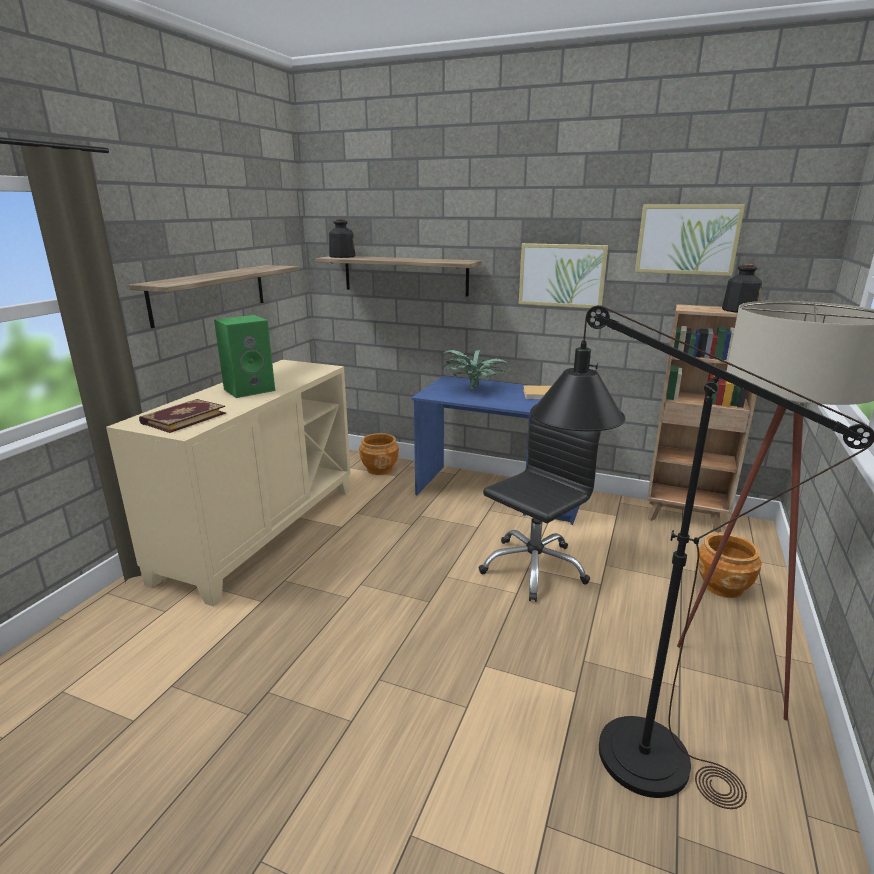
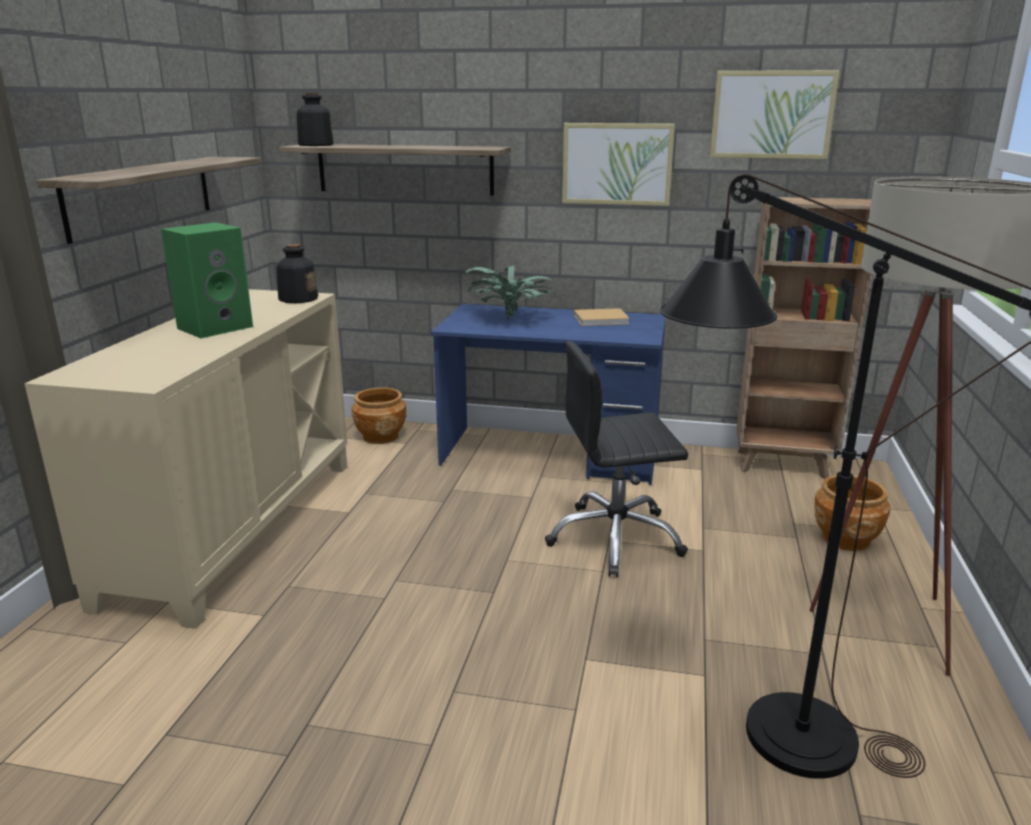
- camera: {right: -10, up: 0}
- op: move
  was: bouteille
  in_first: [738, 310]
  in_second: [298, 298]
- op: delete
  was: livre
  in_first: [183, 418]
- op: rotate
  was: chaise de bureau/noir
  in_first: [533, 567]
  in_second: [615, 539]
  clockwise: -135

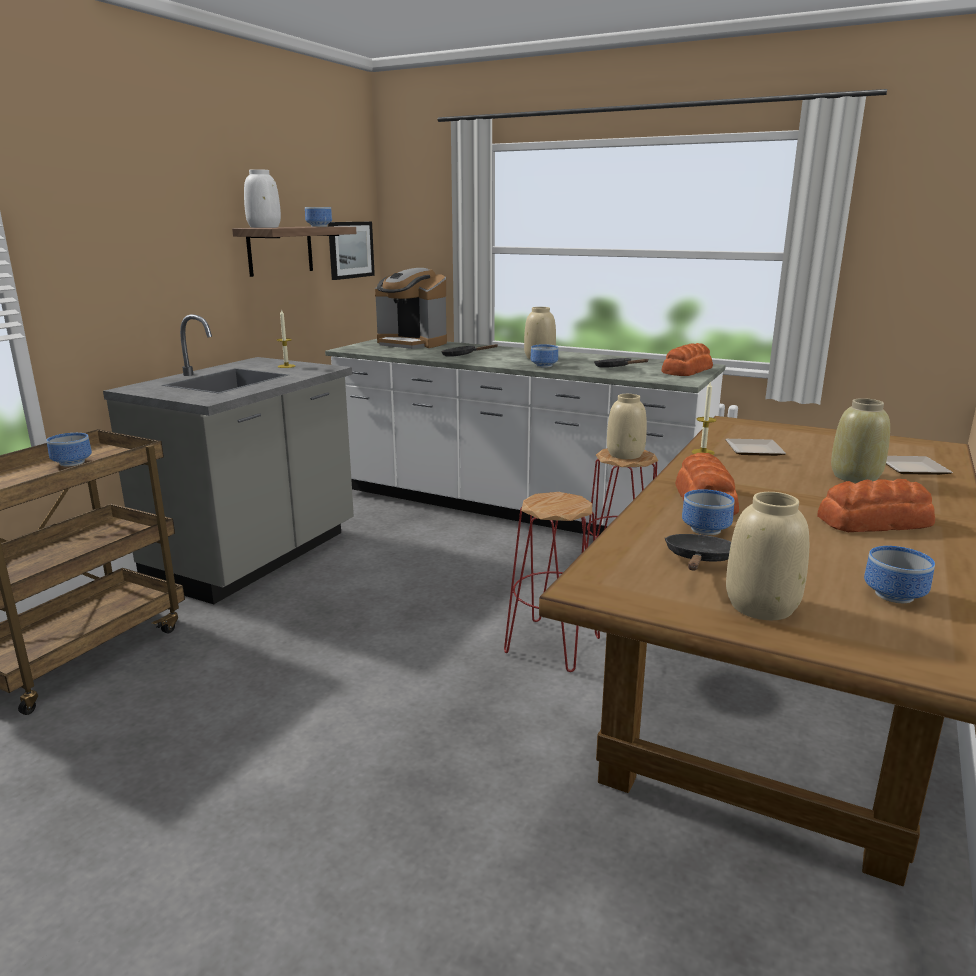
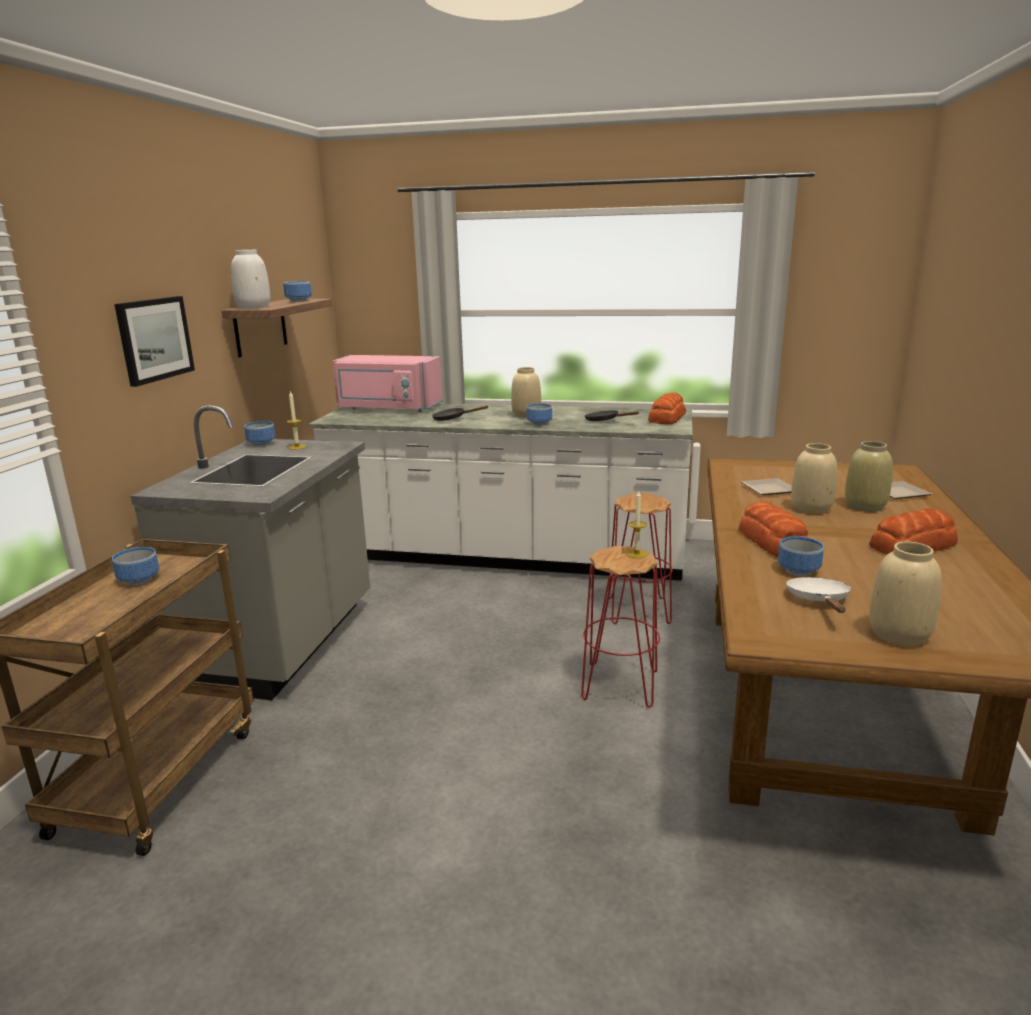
- camera: {right: -15, up: 0}
- op: move
  was: tableau
  in_first: [350, 250]
  in_second: [154, 339]
- op: replace
  was: machine à café
  now: micro-ondes/rose
  in_first: [412, 343]
  in_second: [388, 408]
- op: move
  was: bougie
  in_first: [703, 452]
  in_second: [636, 554]
- op: move
  was: vase/beige
  in_first: [625, 455]
  in_second: [810, 508]
- op: recolor
  was: poêle/noir
  now: poêle/blanc
  in_first: [699, 560]
  in_second: [819, 600]
- op: move
  was: bol
  in_first: [893, 596]
  in_second: [260, 444]

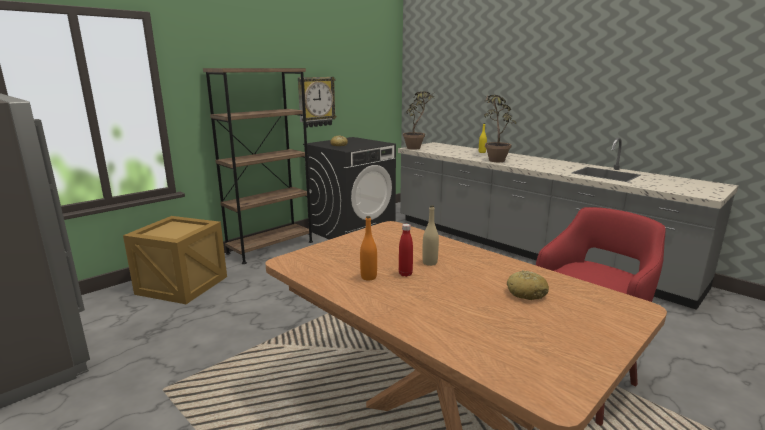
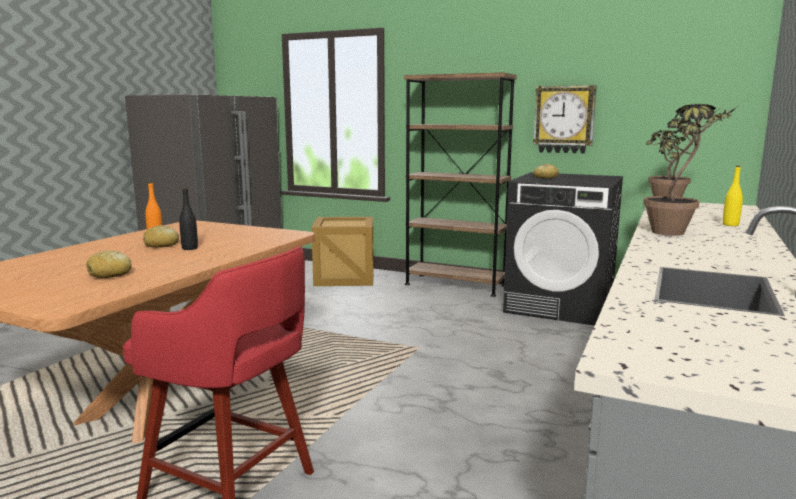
- camera: {right: 70, up: -5}
- op: recolor
  was: bouteille/beige
  now: bouteille/noir
  in_first: [429, 263]
  in_second: [189, 248]
- op: replace
  was: bouteille/rouge
  now: pain
  in_first: [405, 274]
  in_second: [161, 245]

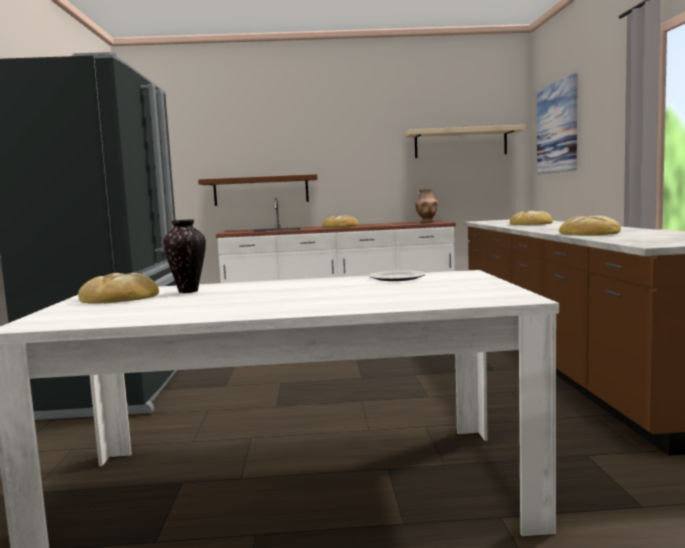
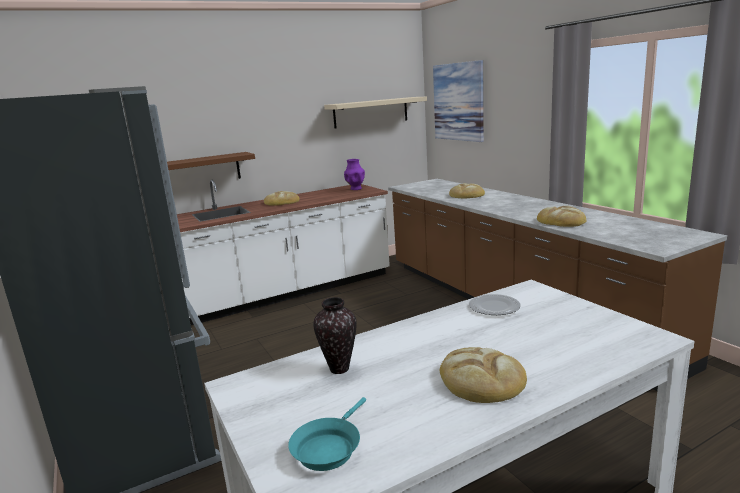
- camera: {right: -25, up: 10}
- op: recolor
  was: vase/marron
  now: vase/violet
  in_first: [427, 222]
  in_second: [355, 189]
- op: move
  was: pain
  in_first: [120, 297]
  in_second: [481, 380]
- op: insert
  now: poêle/turquoise
  in_second: [328, 447]

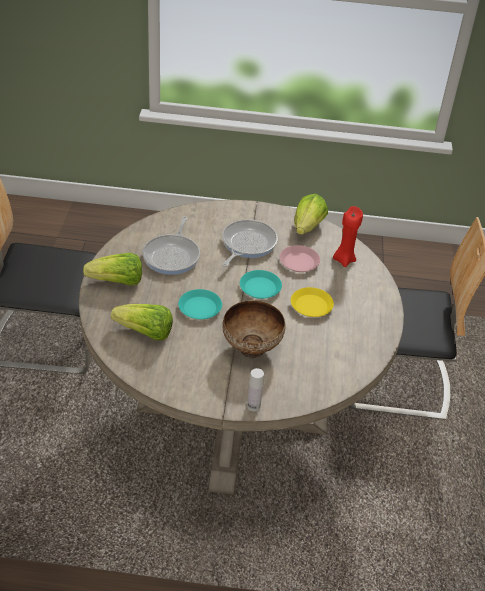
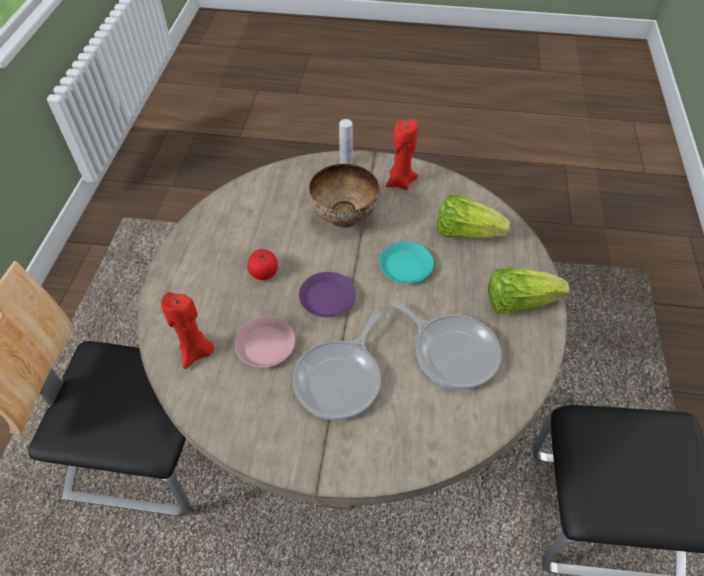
- camera: {right: -175, up: 10}
- op: delete
  was: laitue
  in_first: [308, 227]
- op: rotate
  was: poêle
  in_first: [172, 255]
  in_second: [452, 351]
  clockwise: 120
- op: recolor
  was: assiette/turquoise
  now: assiette/violet
  in_first: [260, 288]
  in_second: [327, 298]
- op: replace
  was: assiette/jaune
  now: tomate
  in_first: [311, 306]
  in_second: [264, 272]
- op: insert
  now: bougie/rouge
  in_second: [400, 182]

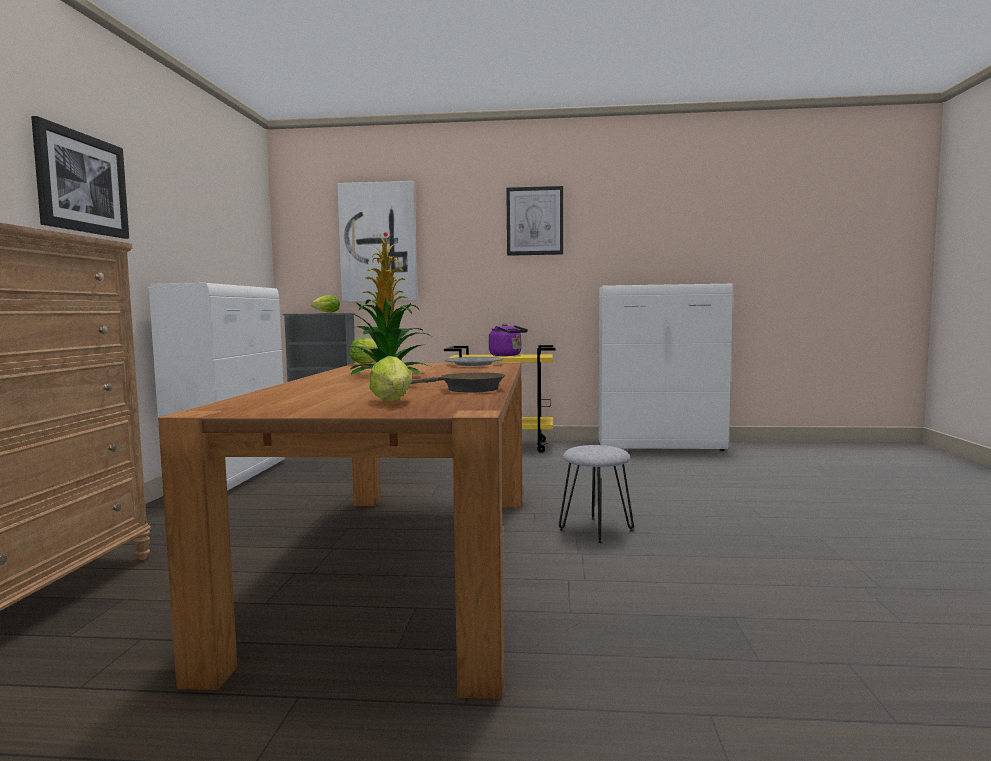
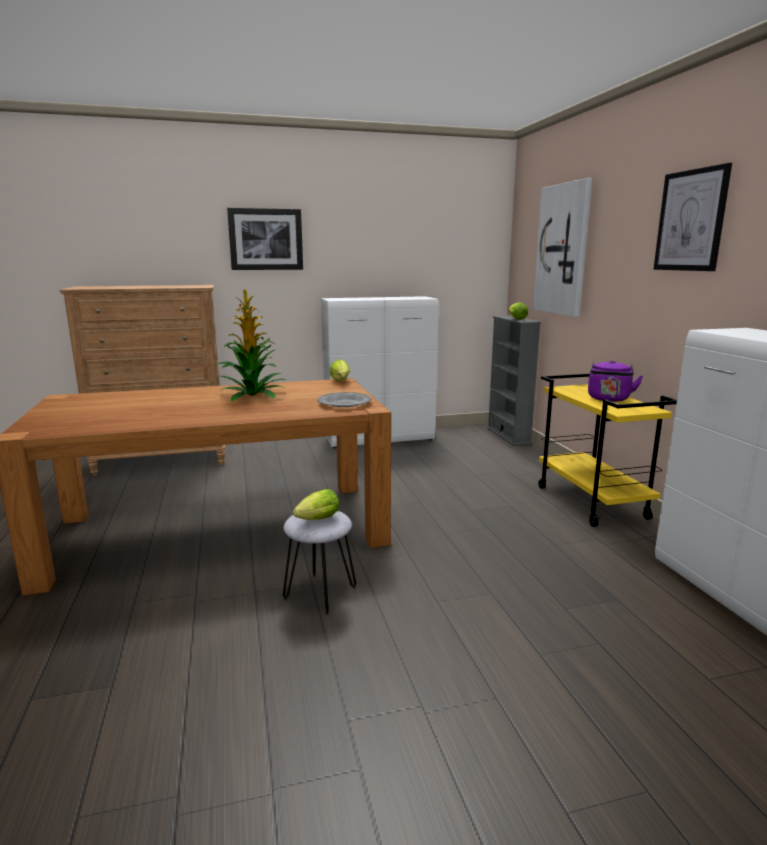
- camera: {right: 70, up: 10}
- op: move
  was: laitue
  in_first: [393, 402]
  in_second: [316, 520]
- op: delete
  was: poêle/marron
  in_first: [467, 389]

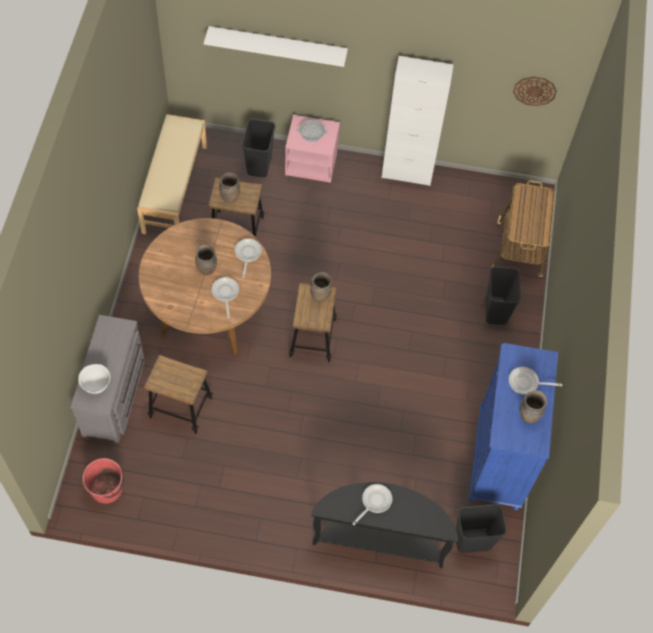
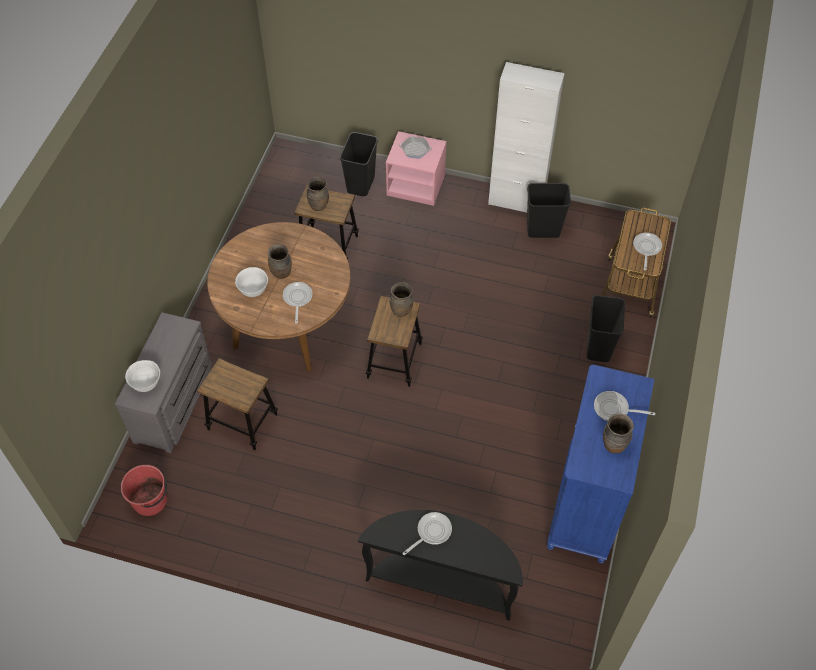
- camera: {right: 10, up: -5}
- op: delete
  was: étagère/blanc
  in_first: [278, 45]
- op: delete
  was: horloge murale
  in_first: [534, 90]
- op: delete
  was: banc/beige
  in_first: [174, 189]
- op: move
  was: poêle
  in_first: [247, 254]
  in_second: [646, 248]
- op: move
  was: poubelle/noir
  in_first: [473, 540]
  in_second: [543, 230]
- op: insert
  now: bol/blanc
  in_second: [253, 290]

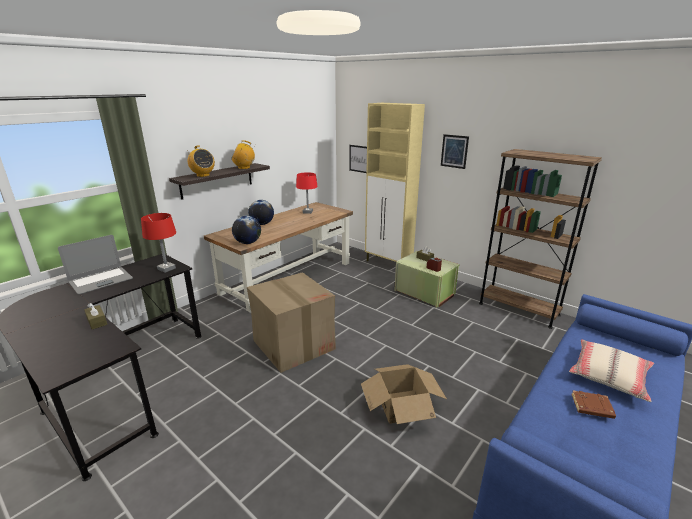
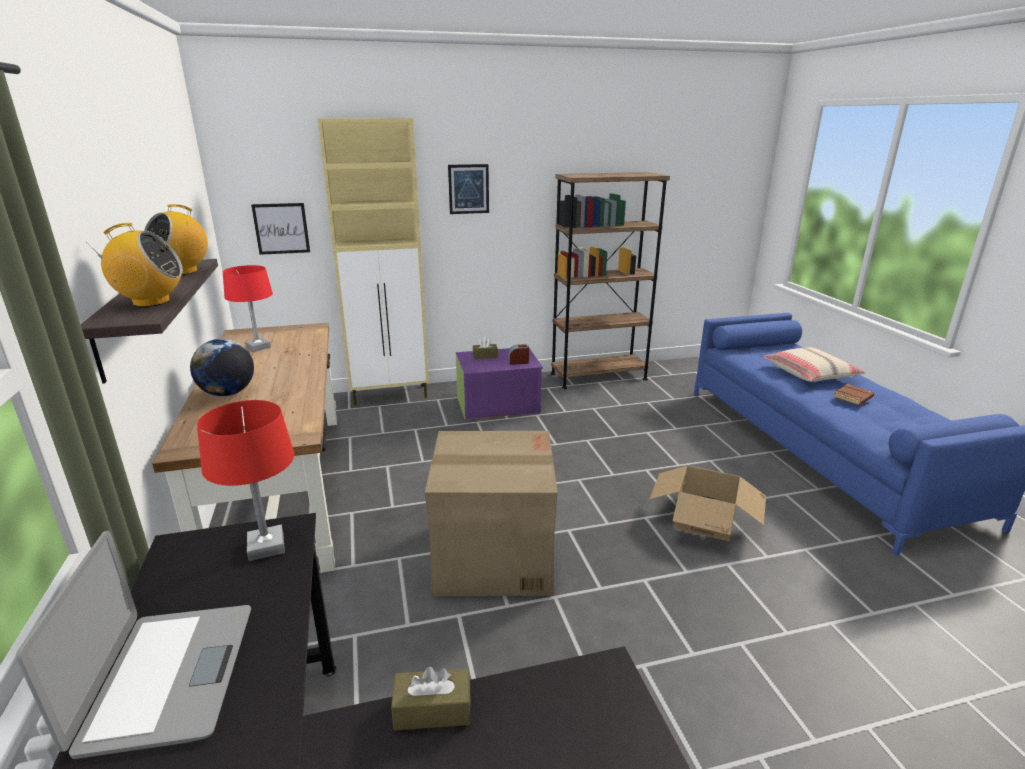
- camera: {right: -55, up: 0}
- op: delete
  was: globe
  in_first: [247, 243]
- op: recolor
  was: boîte de rangement/vert
  now: boîte de rangement/violet
  in_first: [424, 293]
  in_second: [498, 406]

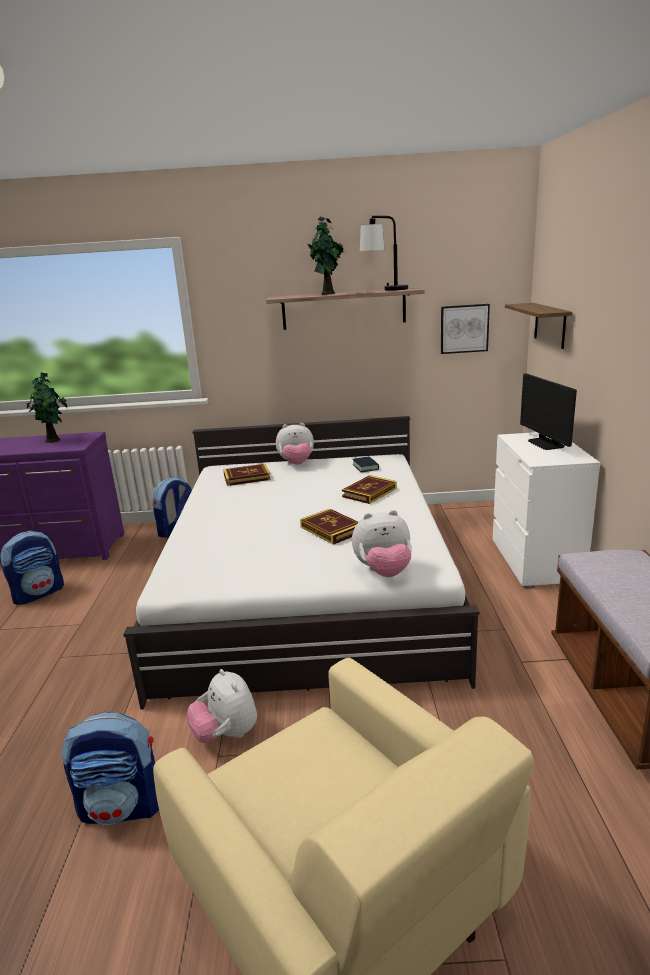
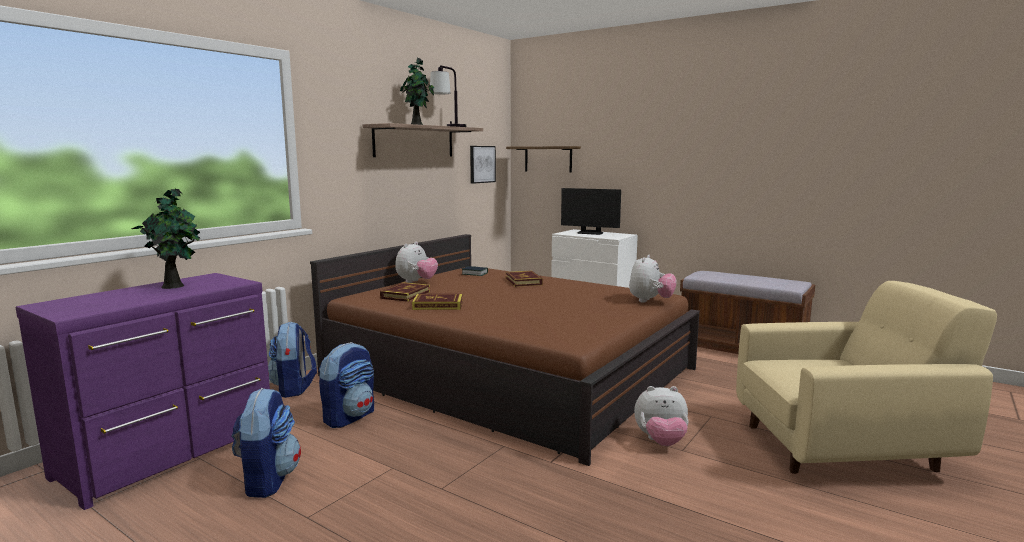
- camera: {right: -55, up: -10}
- op: recolor
  was: lit/blanc
  now: lit/marron
  in_first: [308, 586]
  in_second: [509, 372]
- op: move
  was: livre
  in_first: [331, 529]
  in_second: [438, 305]
- op: move
  was: sac à dos
  in_first: [123, 806]
  in_second: [349, 417]

